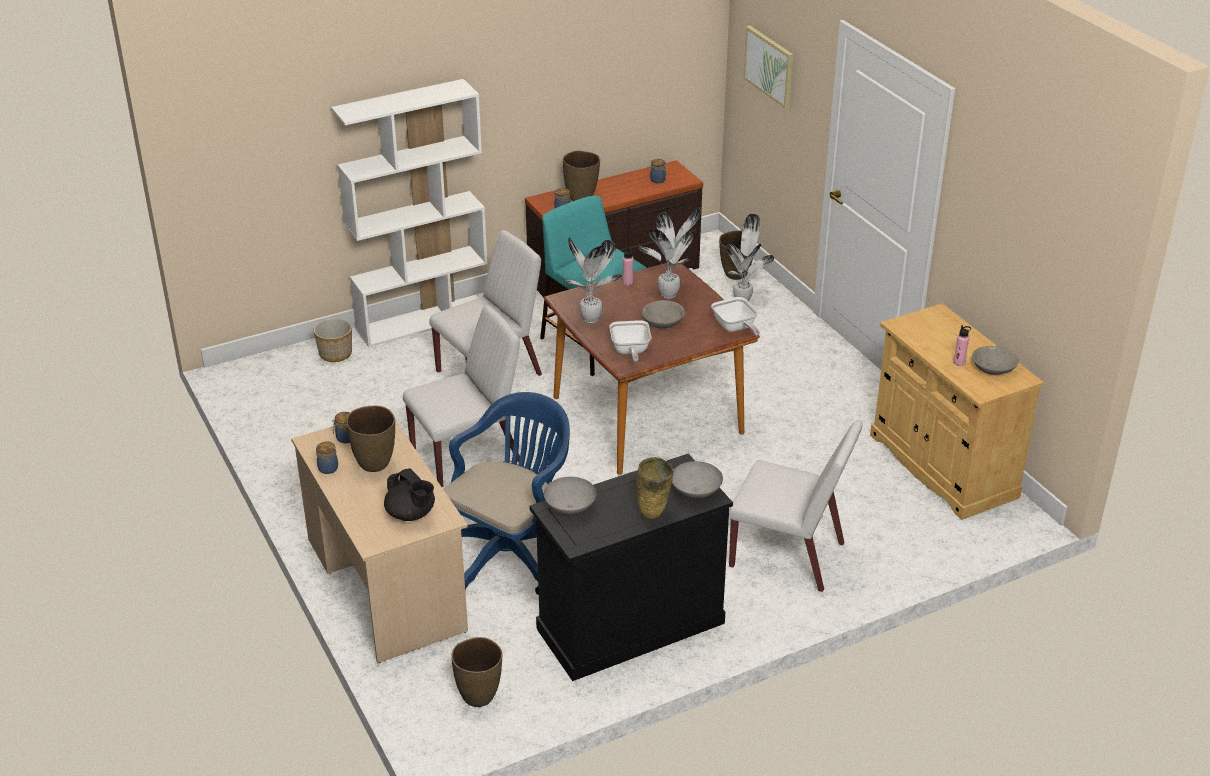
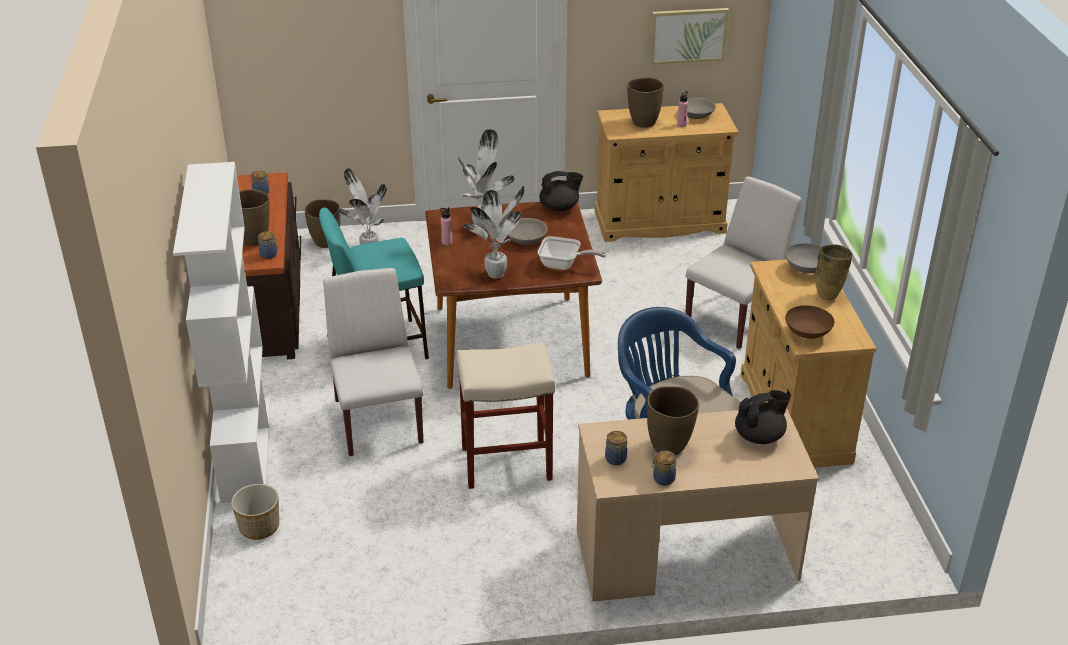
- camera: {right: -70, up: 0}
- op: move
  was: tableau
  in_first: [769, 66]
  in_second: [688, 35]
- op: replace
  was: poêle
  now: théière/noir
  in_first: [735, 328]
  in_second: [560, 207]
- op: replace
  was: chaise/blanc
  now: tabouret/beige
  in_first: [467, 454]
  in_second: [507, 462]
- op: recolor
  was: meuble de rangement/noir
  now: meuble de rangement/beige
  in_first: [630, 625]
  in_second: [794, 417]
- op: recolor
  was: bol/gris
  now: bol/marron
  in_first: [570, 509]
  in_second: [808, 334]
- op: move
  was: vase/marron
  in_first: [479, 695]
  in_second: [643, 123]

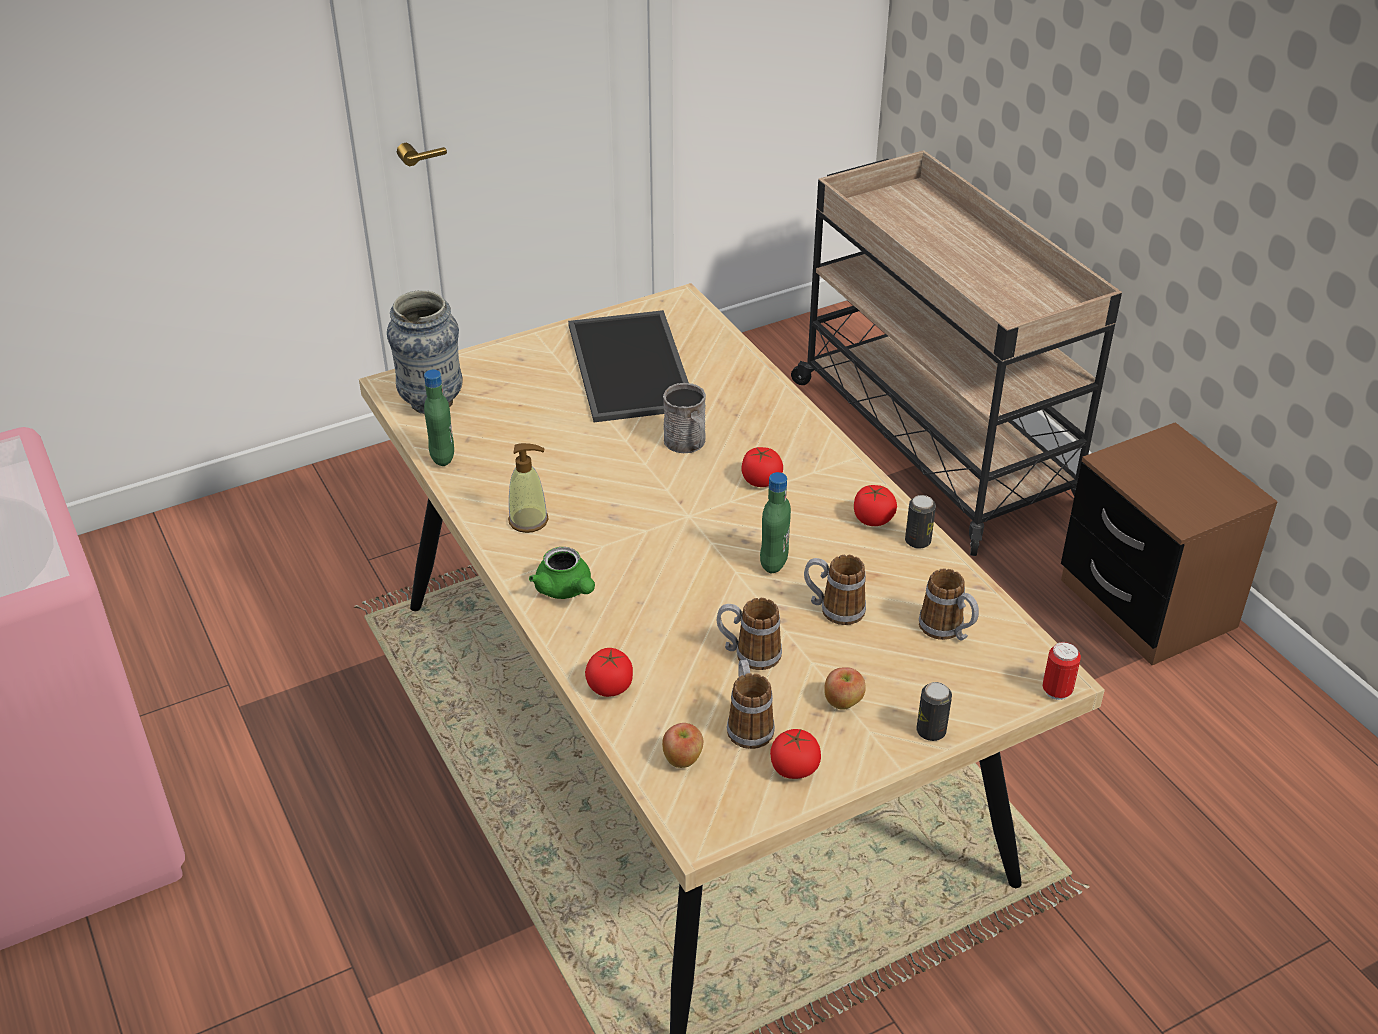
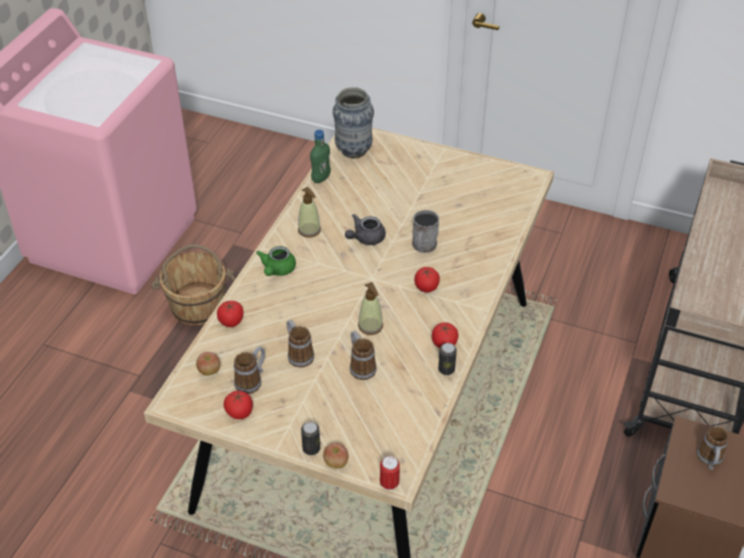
- camera: {right: 50, up: 5}
- op: delete
  was: plateau
  in_first: [633, 367]
- op: replace
  was: bouteille/vert
  now: distributeur de savon
  in_first: [773, 563]
  in_second: [370, 326]
- op: move
  was: mug
  in_first: [947, 631]
  in_second: [709, 461]
- op: move
  was: pomme
  in_first: [843, 703]
  in_second: [336, 463]
- op: insert
  now: théière/gris
  in_second: [365, 238]
- op: insert
  now: seau/marron
  in_second: [198, 305]

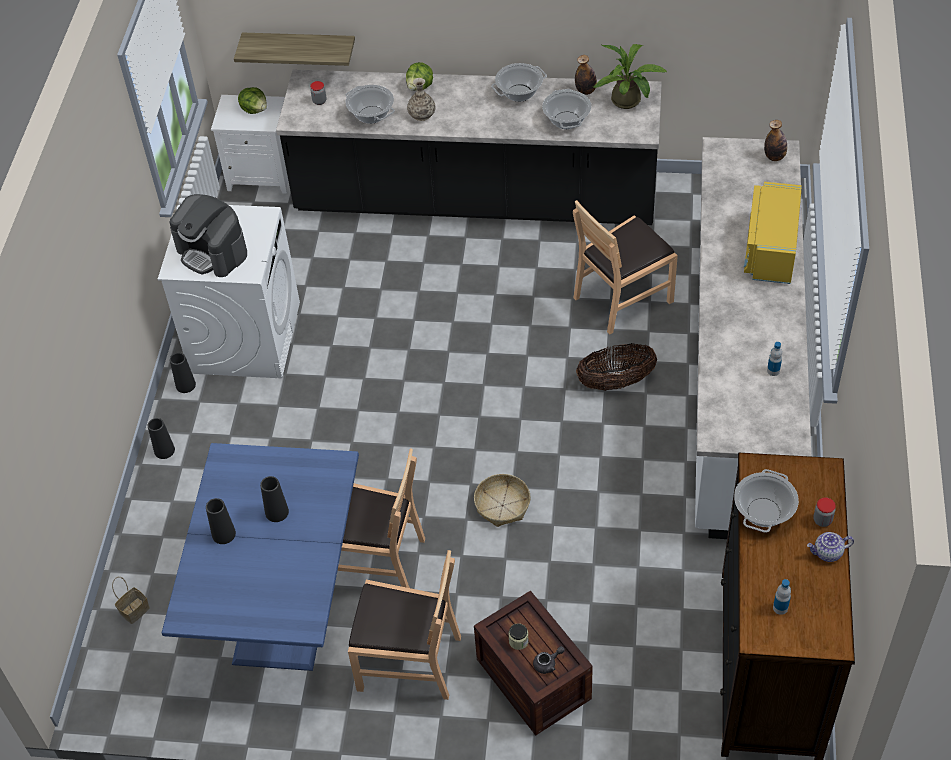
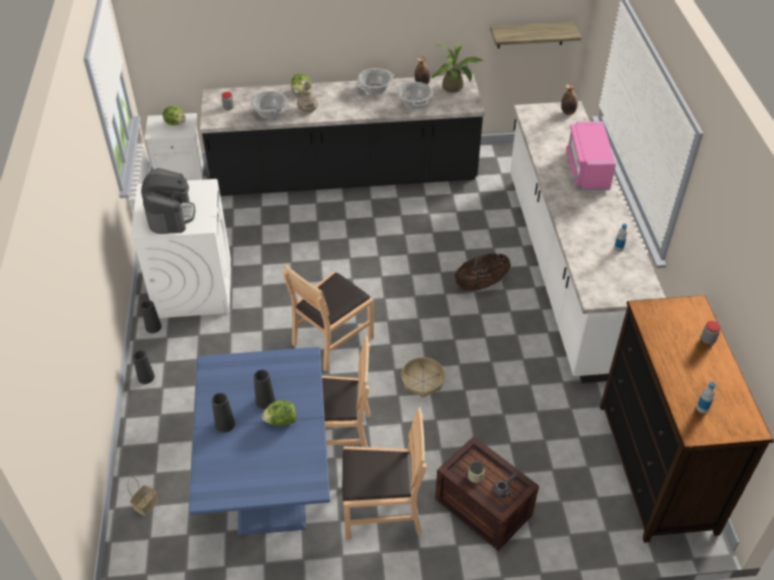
- camera: {right: -15, up: -5}
- op: move
  was: étagère
  in_first: [300, 47]
  in_second: [530, 35]
- op: recolor
  was: micro-ondes/jaune
  now: micro-ondes/rose
  in_first: [771, 249]
  in_second: [587, 170]
- op: rotate
  was: machine à café
  in_first: [212, 252]
  in_second: [170, 215]
  clockwise: -120
- op: move
  was: chaise/marron
  in_first: [622, 298]
  in_second: [332, 339]
- op: delete
  was: marmite
  in_first: [763, 512]
- op: delete
  was: théière
  in_first: [827, 553]
- op: insert
  now: laitue
  in_second: [281, 421]

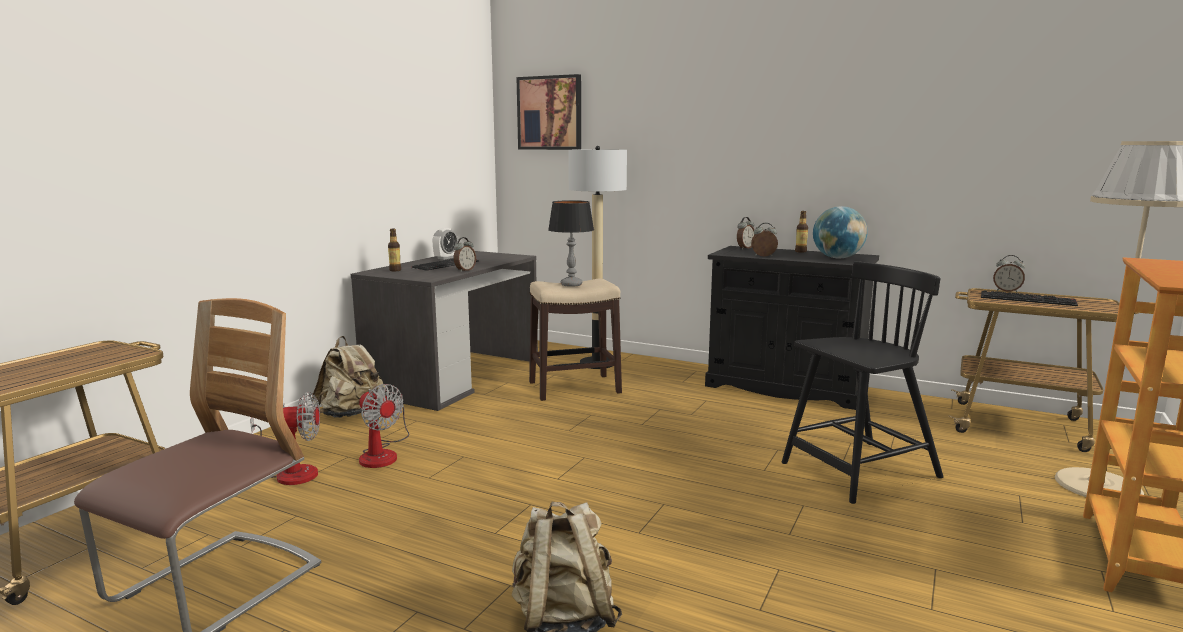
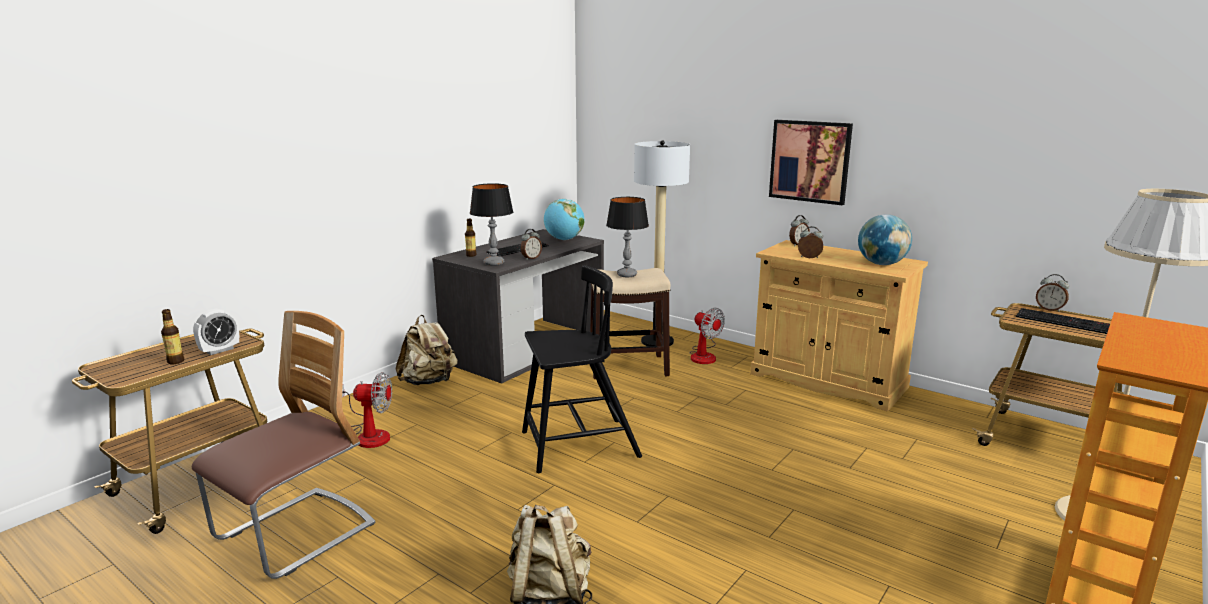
- camera: {right: 10, up: 5}
- op: move
  was: tableau
  in_first: [550, 113]
  in_second: [810, 161]
- op: move
  was: bouteille
  in_first: [800, 251]
  in_second: [176, 361]
- op: move
  was: réveil
  in_first: [446, 258]
  in_second: [220, 350]
- op: recolor
  was: meuble de rangement/noir
  now: meuble de rangement/beige
  in_first: [784, 387]
  in_second: [827, 381]
- op: move
  was: chaise/noir
  in_first: [858, 471]
  in_second: [577, 445]
- op: move
  was: ventilateur
  in_first: [383, 454]
  in_second: [704, 355]
- op: insert
  now: lampe de table
  in_second: [493, 263]
- op: insert
  now: globe
  in_second: [564, 239]

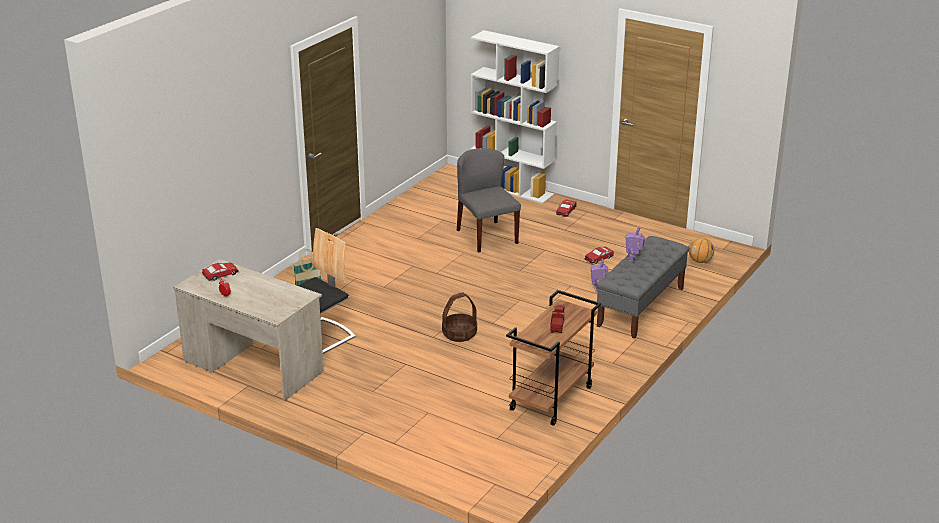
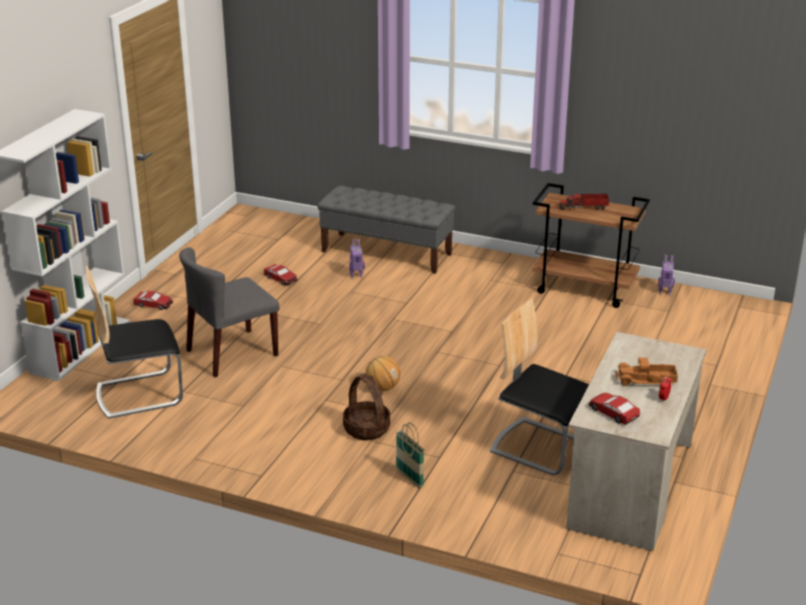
- camera: {right: -100, up: 0}
- op: move
  was: robot jouet
  in_first: [633, 259]
  in_second: [664, 292]
- op: move
  was: ballon de basket
  in_first: [700, 261]
  in_second: [382, 388]
- op: move
  was: panier
  in_first: [459, 334]
  in_second: [367, 429]
- op: insert
  now: chaise
  in_second: [139, 393]
- op: insert
  now: camion jouet
  in_second: [646, 381]

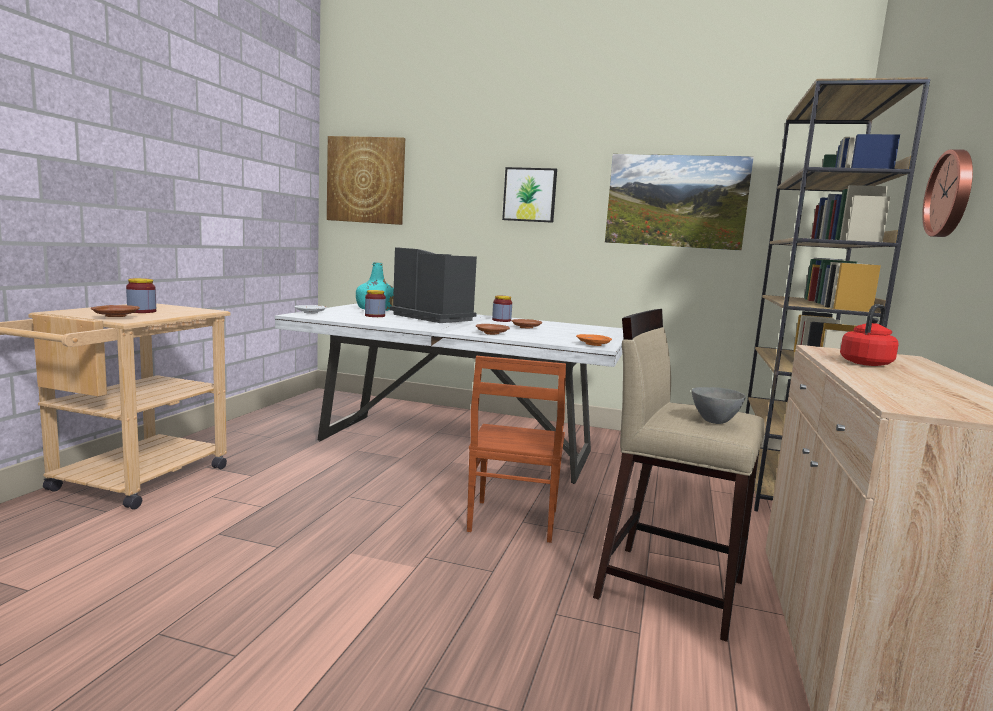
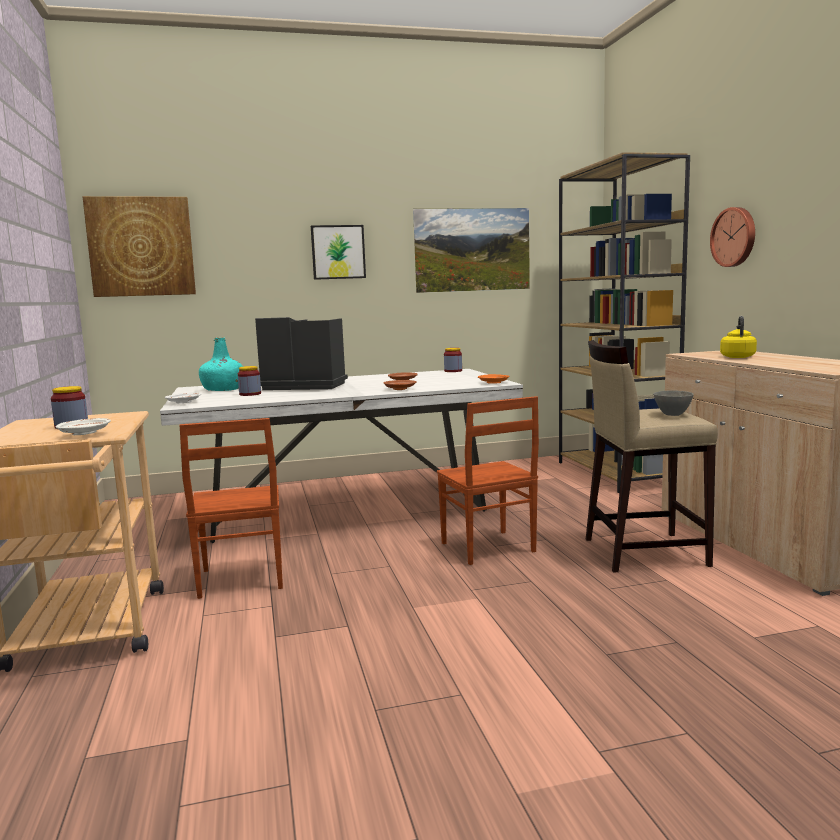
- camera: {right: -30, up: 0}
- op: move
  was: bocal
  in_first: [501, 320]
  in_second: [453, 371]
- op: recolor
  was: bouilloire/rouge
  now: bouilloire/jaune
  in_first: [867, 363]
  in_second: [737, 357]
- op: recolor
  was: assiette/marron
  now: assiette/blanc
  in_first: [116, 316]
  in_second: [84, 433]
- op: insert
  now: chaise/marron
  in_second: [240, 580]

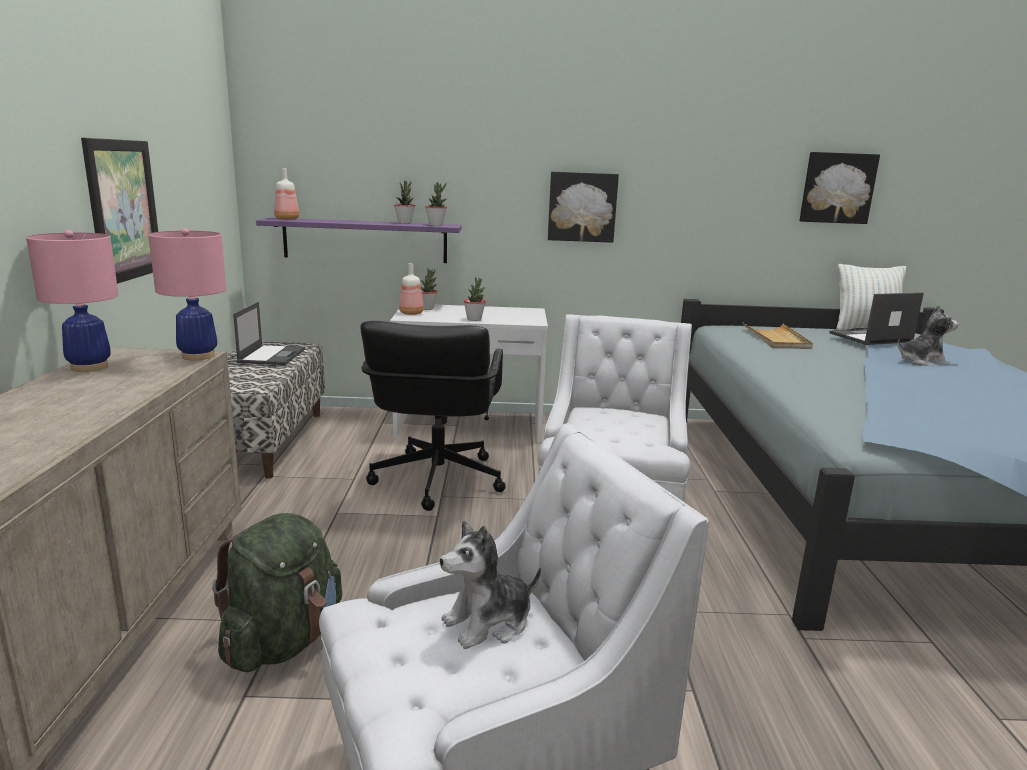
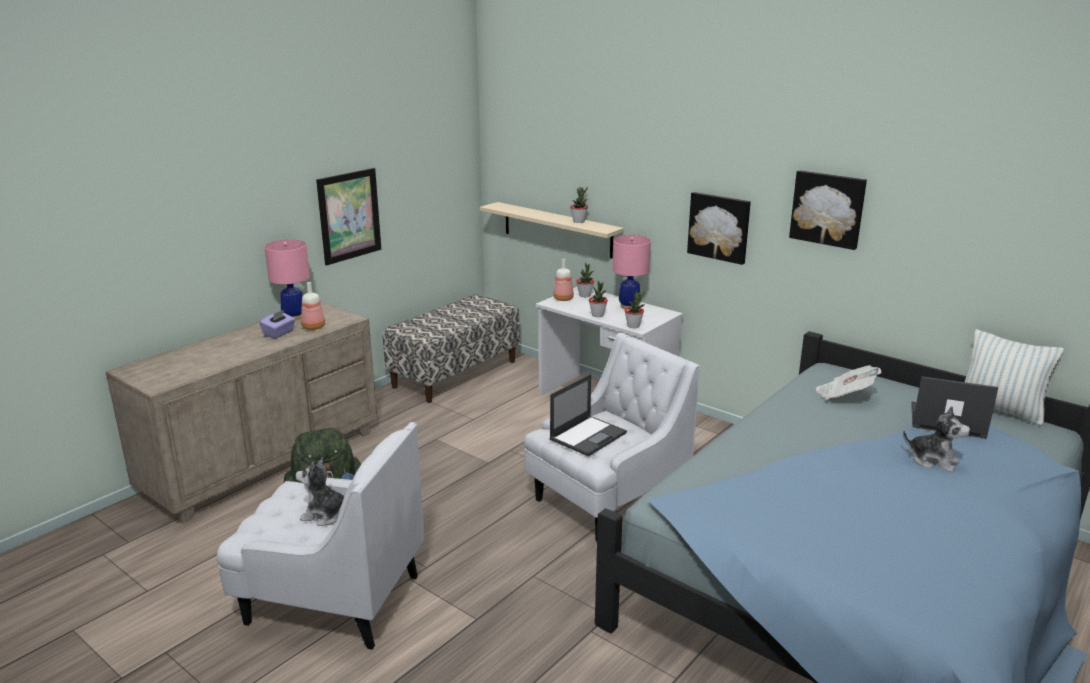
- camera: {right: 40, up: 5}
- op: move
  was: tableau
  in_first: [837, 188]
  in_second: [828, 209]
- op: move
  was: bouteille
  in_first: [286, 219]
  in_second: [312, 327]
- op: move
  was: plante en pot
  in_first: [436, 225]
  in_second: [633, 326]
- op: recolor
  was: étagère/violet
  now: étagère/beige
  in_first: [365, 240]
  in_second: [557, 229]
- op: move
  was: lampe de table/rose
  in_first: [198, 356]
  in_second: [629, 306]
- op: move
  was: ordinateur portable
  in_first: [272, 355]
  in_second: [588, 435]
- op: delete
  was: chaise de bureau/noir
  in_first: [436, 480]
- op: replace
  was: plateau/beige
  now: journal
  in_first: [776, 339]
  in_second: [844, 396]
- op: insert
  now: boîte à mouchoirs/violet
  in_second: [279, 333]

